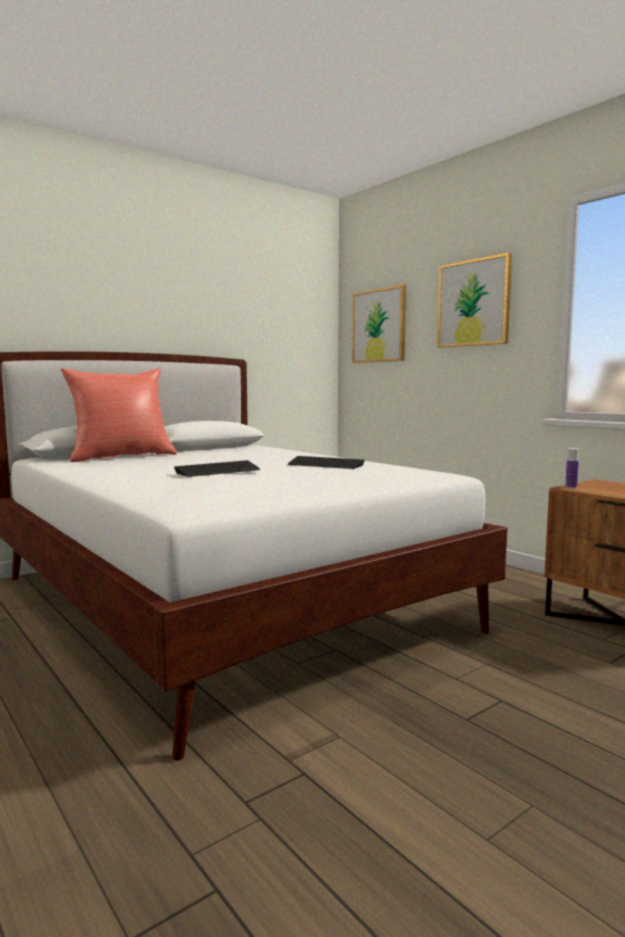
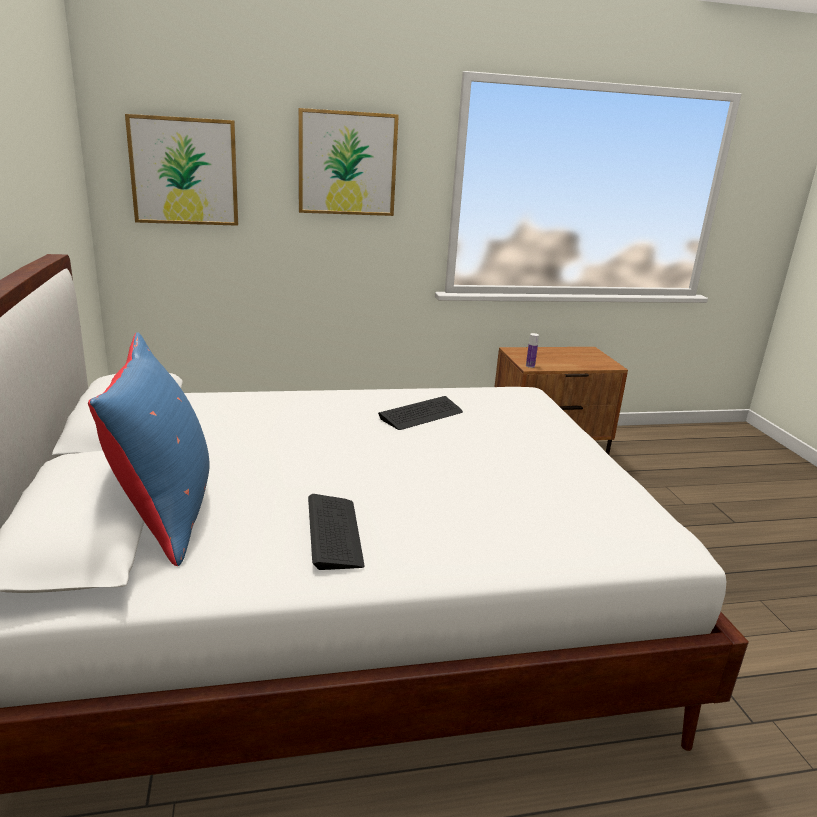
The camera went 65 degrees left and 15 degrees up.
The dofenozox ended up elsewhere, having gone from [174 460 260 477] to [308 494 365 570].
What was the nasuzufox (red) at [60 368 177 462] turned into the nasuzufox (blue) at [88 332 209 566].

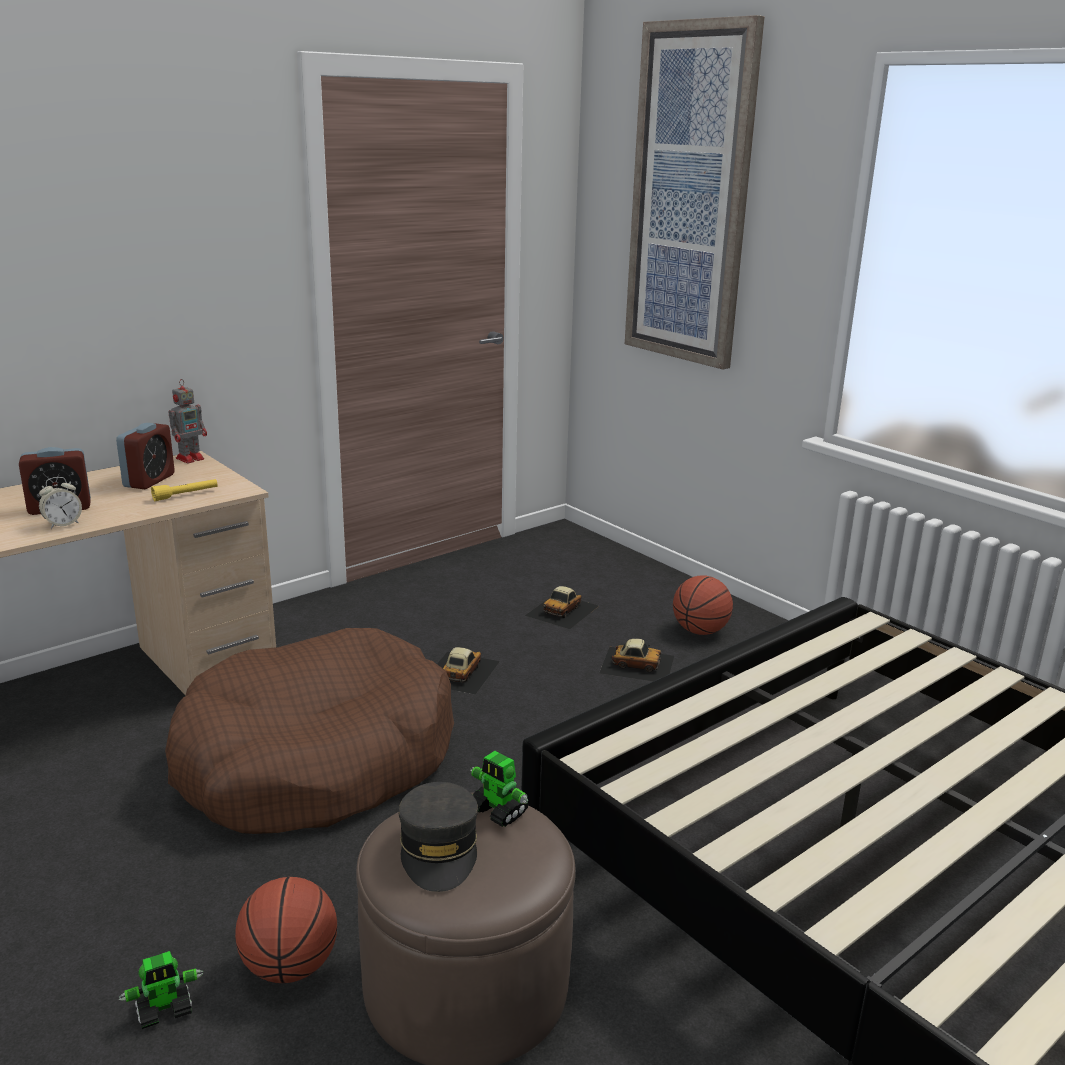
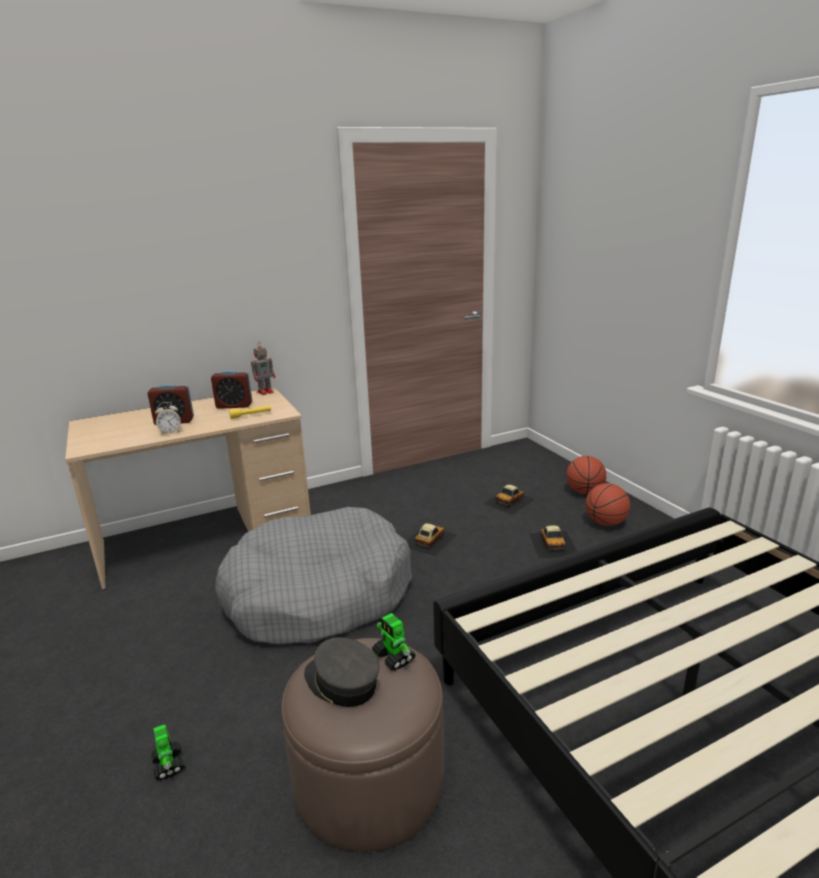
The camera went 15 degrees right and 0 degrees up.
The second view lost the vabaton at [625 15 765 369].
The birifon ended up elsewhere, having gone from [235 877 337 983] to [566 456 606 494].
What was the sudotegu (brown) at [165 628 454 834] turned into the sudotegu (grey) at [215 507 412 644].
The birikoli at [116 423 175 489] ended up facing another way, 60 degrees clockwise from before.
The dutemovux at [119 951 204 1029] ended up facing another way, 105 degrees counterclockwise from before.
The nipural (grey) at [398 782 478 892] ended up facing another way, 120 degrees clockwise from before.
The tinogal at [599 638 674 681] ended up facing another way, 60 degrees clockwise from before.

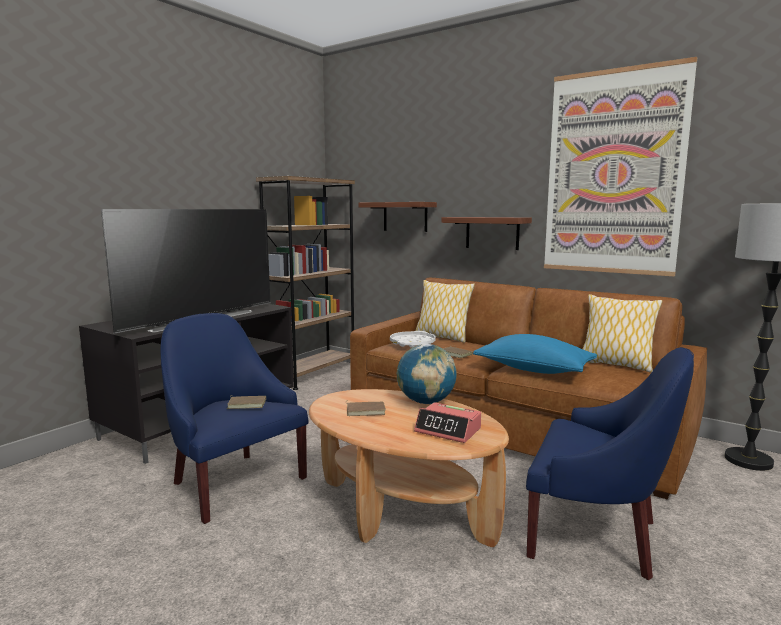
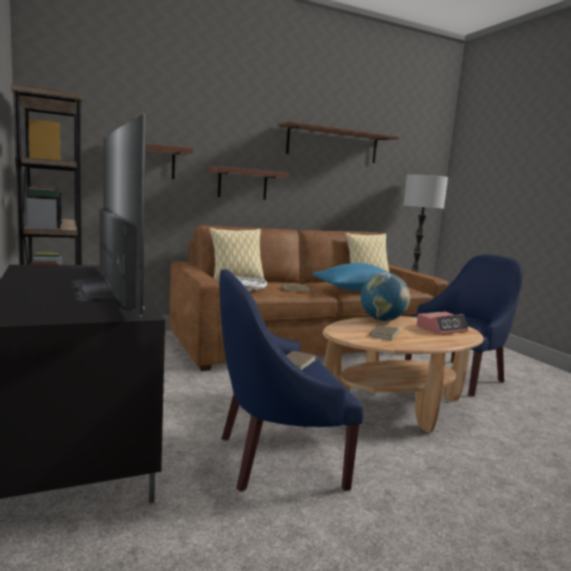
The camera went 60 degrees left and 0 degrees up.
Where the vabaton hung at [544 57 697 277], the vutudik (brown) came to hang at [278 121 400 163].

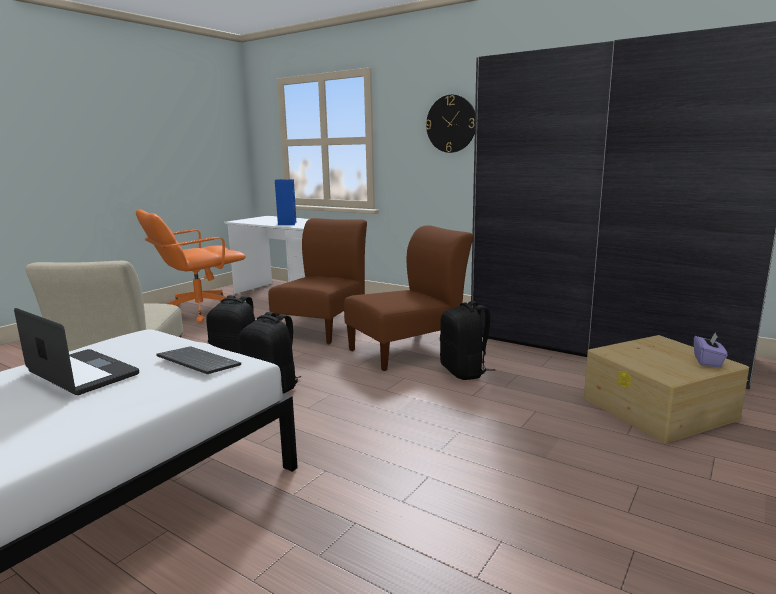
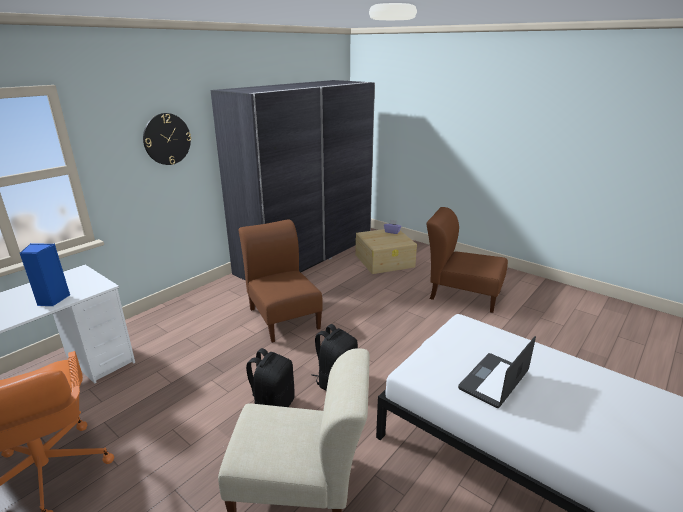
The camera went 85 degrees left and 10 degrees up.
The second view lost the dofenozox at [157 346 241 374].
The second view lost the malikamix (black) at [440 301 495 380].
The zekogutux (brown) ended up elsewhere, having gone from [268 218 367 344] to [427 207 508 313].

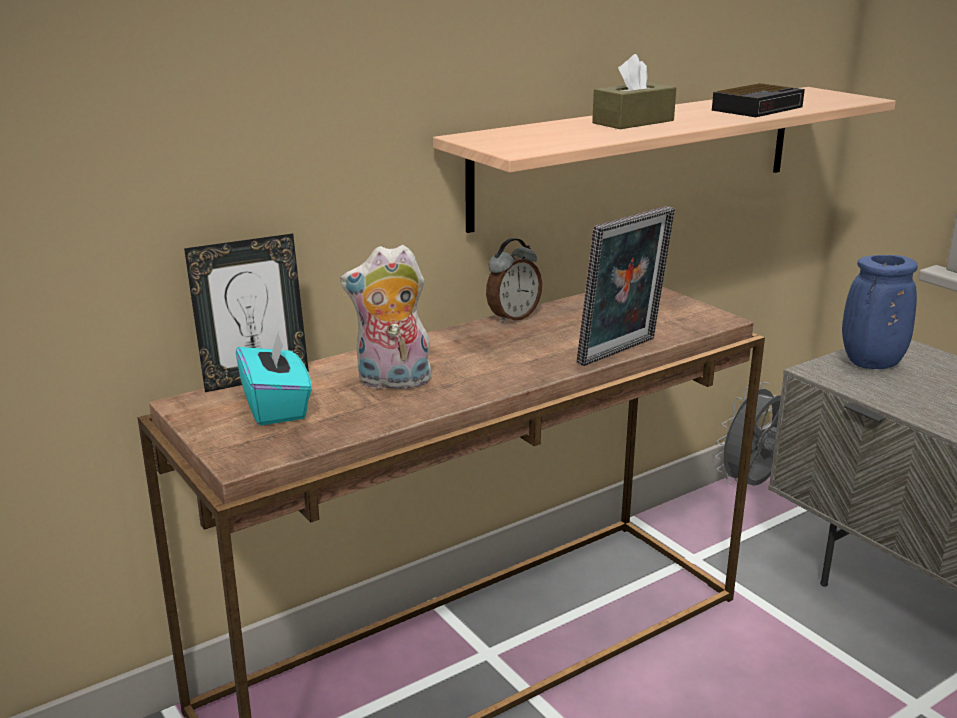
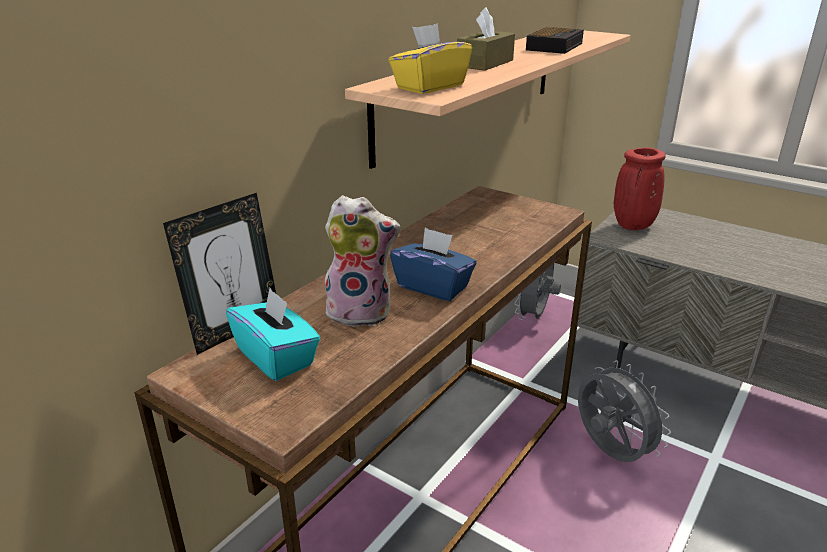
The camera went 20 degrees left and 5 degrees up.
The second view lost the birikoli at [486 238 542 324].
The second view lost the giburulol at [577 206 675 366].
The second view gained the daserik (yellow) at [388 23 472 94].
The second view gained the daserik (blue) at [390 228 476 301].
The second view gained the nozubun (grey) at [578 360 671 462].
What was the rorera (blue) at [842 255 917 369] turned into the rorera (red) at [614 148 666 230].
The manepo at [340 245 433 389] ended up facing another way, 150 degrees counterclockwise from before.

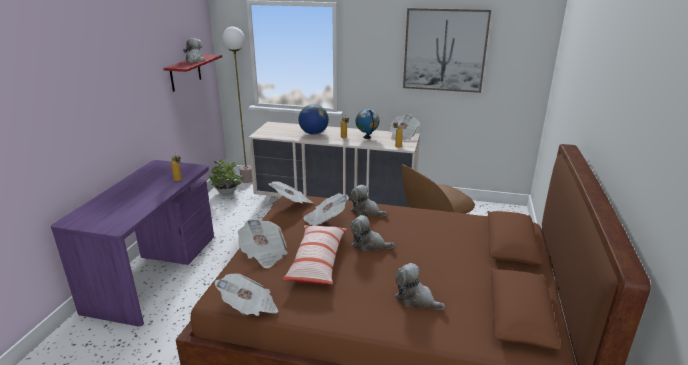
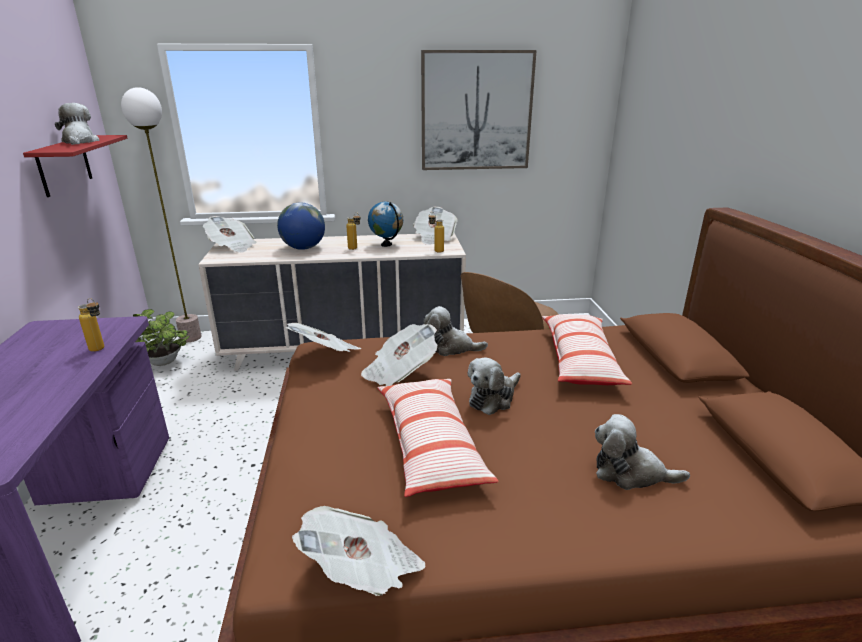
The camera went 20 degrees left and 0 degrees up.
The second view gained the nasuzufox at [542 314 632 385].
The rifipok ended up elsewhere, having gone from [238 218 288 268] to [203 216 256 253].
The manepo at [350 215 395 251] ended up facing another way, 45 degrees counterclockwise from before.

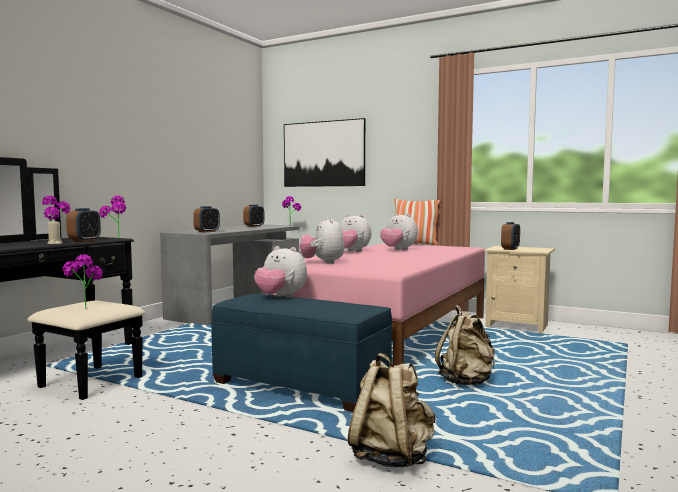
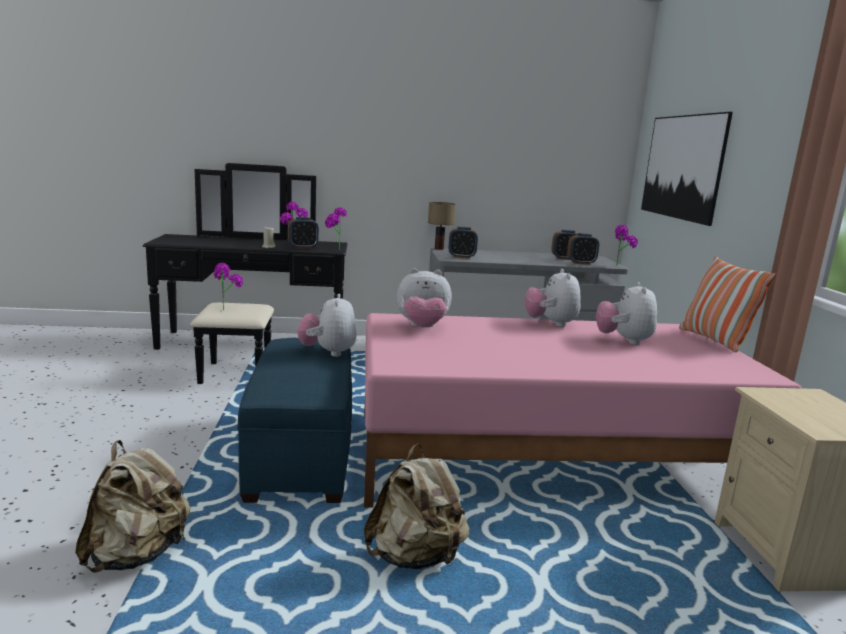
The camera went 55 degrees right and 10 degrees up.
The second view gained the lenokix at [428 202 456 250].
The birikoli ended up elsewhere, having gone from [501 222 520 250] to [567 233 599 265].
The manepo at [300 218 344 264] ended up facing another way, 135 degrees counterclockwise from before.

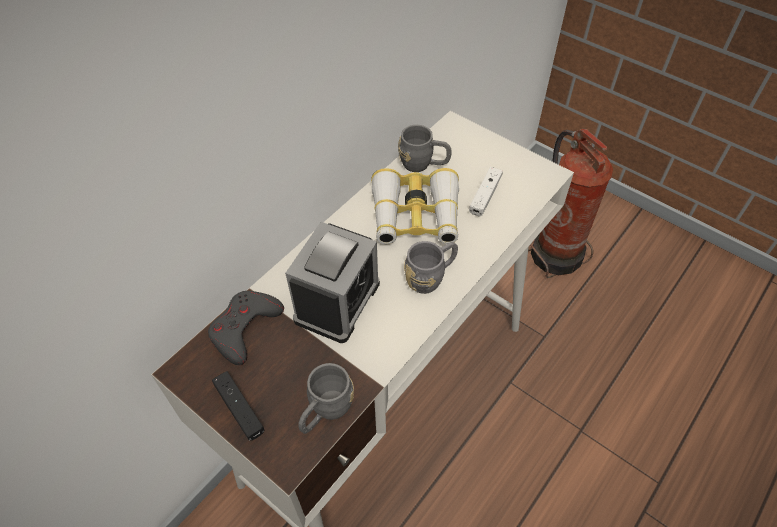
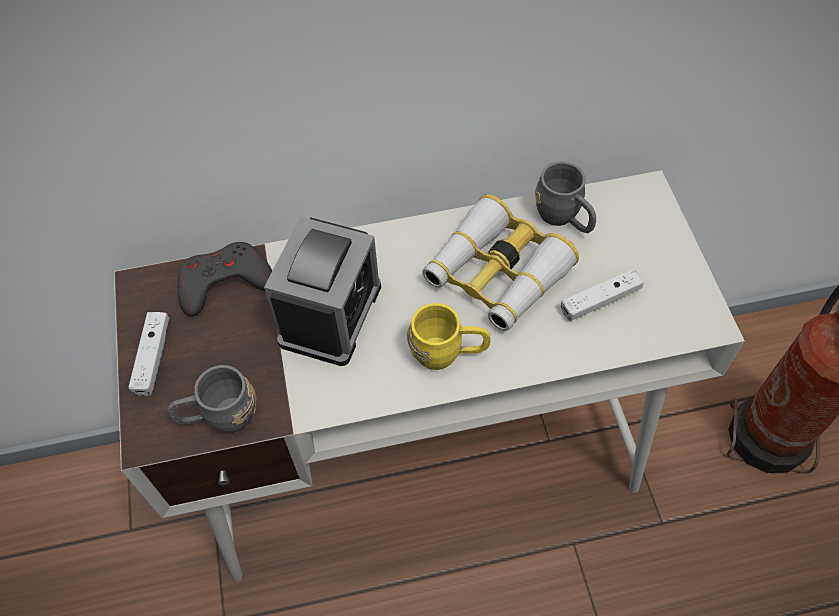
The camera went 40 degrees right and 5 degrees up.
What was the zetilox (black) at [212 371 265 441] turned into the zetilox (white) at [128 312 169 396].
What was the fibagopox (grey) at [404 241 458 294] turned into the fibagopox (yellow) at [407 303 491 370].
The birikoli at [285 222 380 343] ended up facing another way, 45 degrees counterclockwise from before.

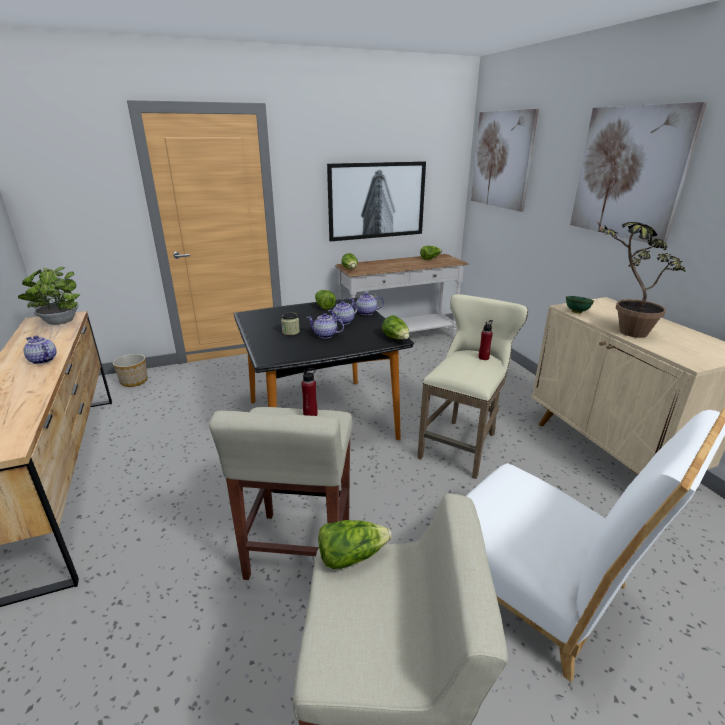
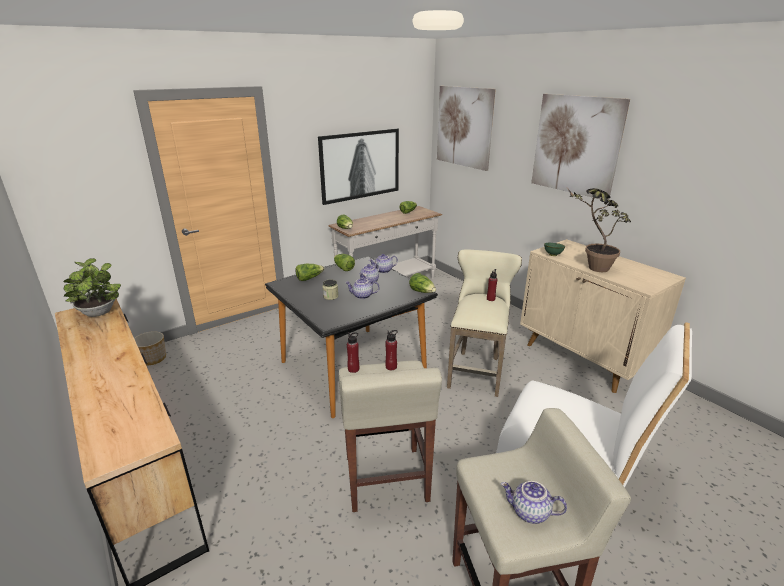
The camera went 15 degrees left and 0 degrees up.
The second view gained the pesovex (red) at [347 332 359 373].
The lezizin ended up elsewhere, having gone from [23 336 57 364] to [501 481 567 524].
The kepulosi ended up elsewhere, having gone from [318 520 392 569] to [296 264 324 281].

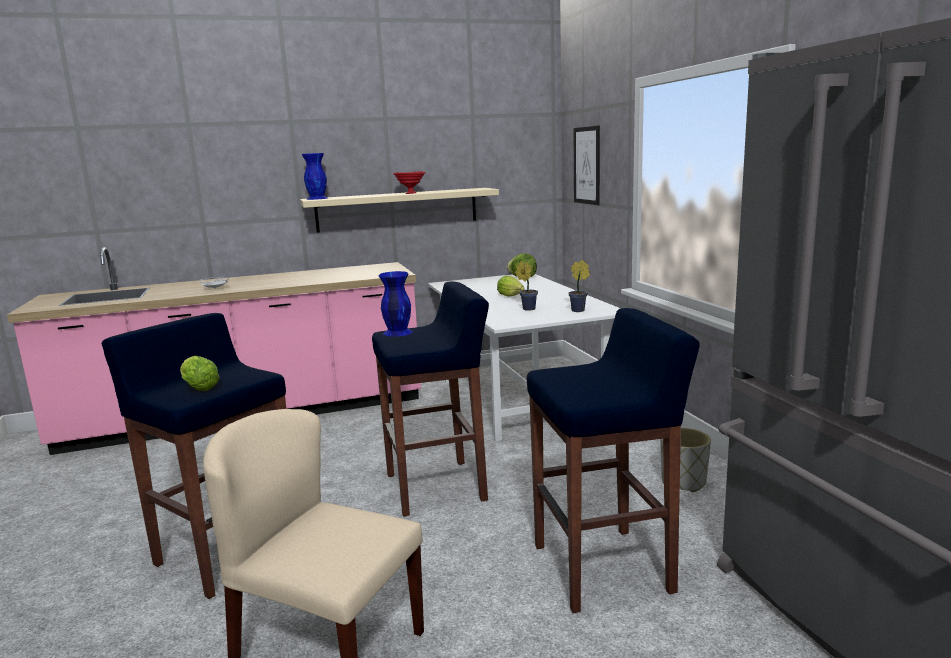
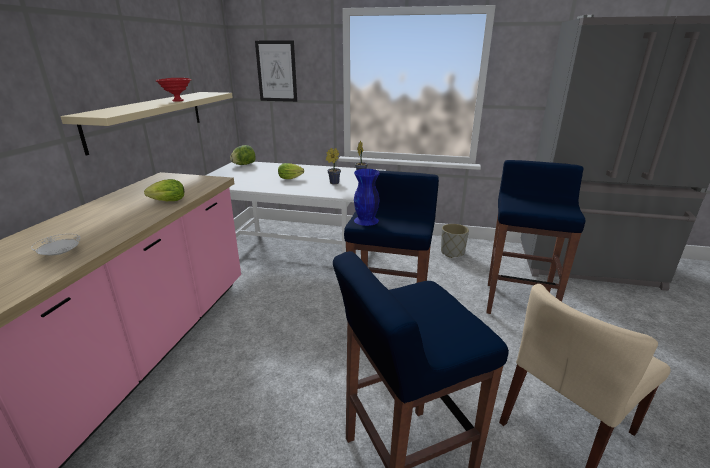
The camera went 60 degrees left and 10 degrees up.
The second view lost the rorera (blue) at [302 153 328 200].
The kepulosi ended up elsewhere, having gone from [180 356 220 391] to [144 179 184 201].

